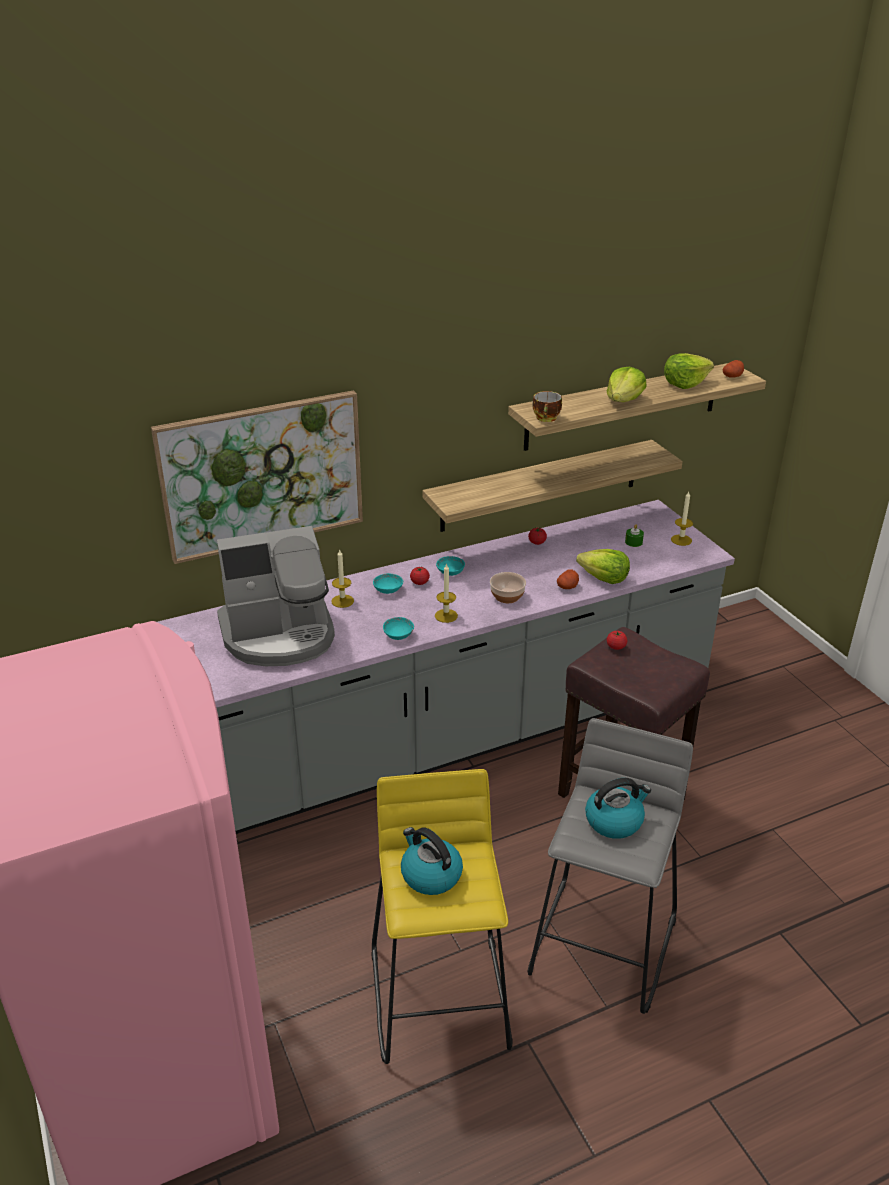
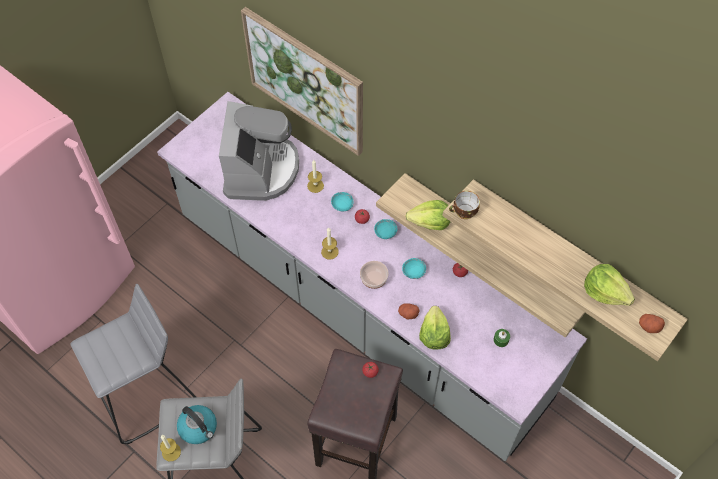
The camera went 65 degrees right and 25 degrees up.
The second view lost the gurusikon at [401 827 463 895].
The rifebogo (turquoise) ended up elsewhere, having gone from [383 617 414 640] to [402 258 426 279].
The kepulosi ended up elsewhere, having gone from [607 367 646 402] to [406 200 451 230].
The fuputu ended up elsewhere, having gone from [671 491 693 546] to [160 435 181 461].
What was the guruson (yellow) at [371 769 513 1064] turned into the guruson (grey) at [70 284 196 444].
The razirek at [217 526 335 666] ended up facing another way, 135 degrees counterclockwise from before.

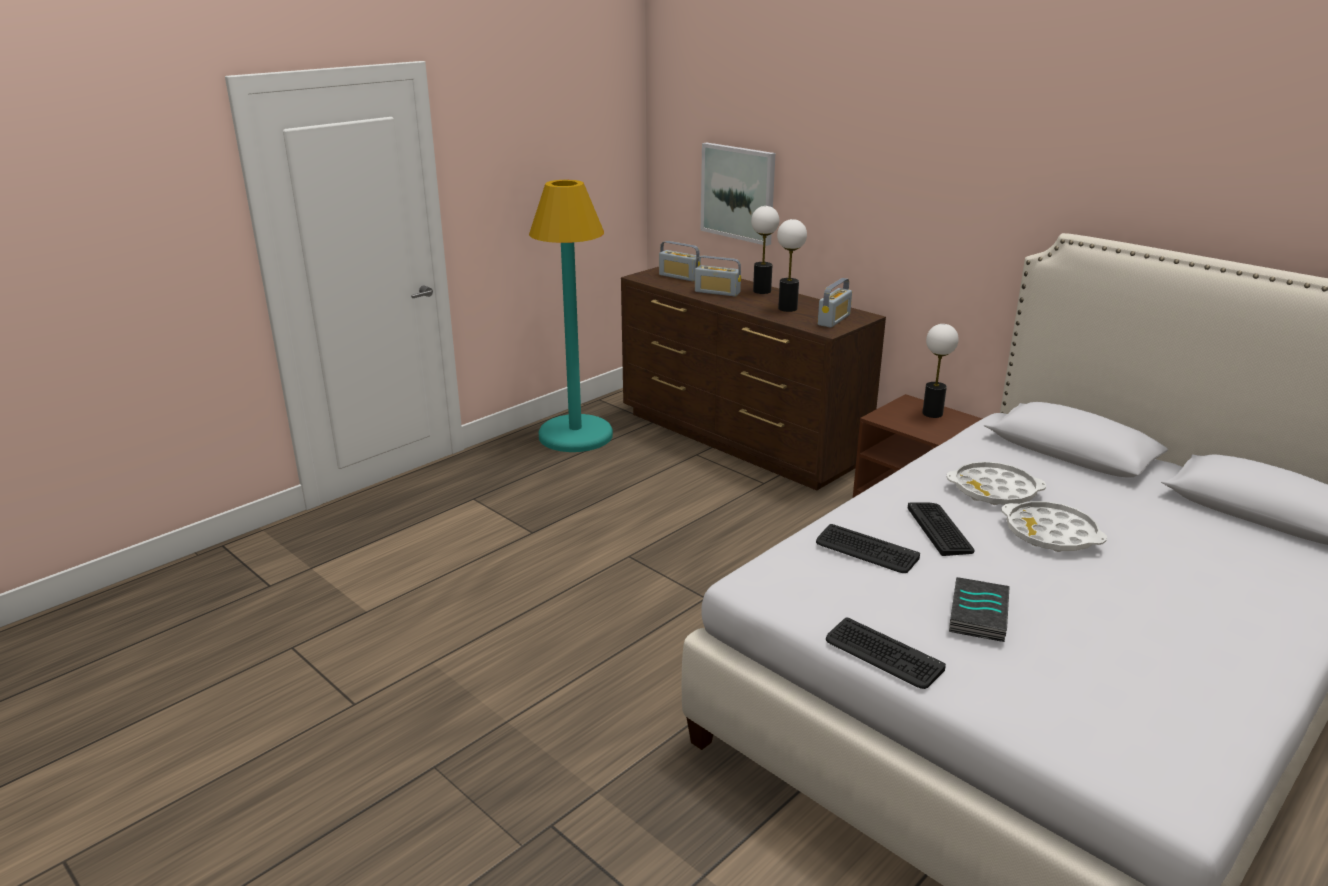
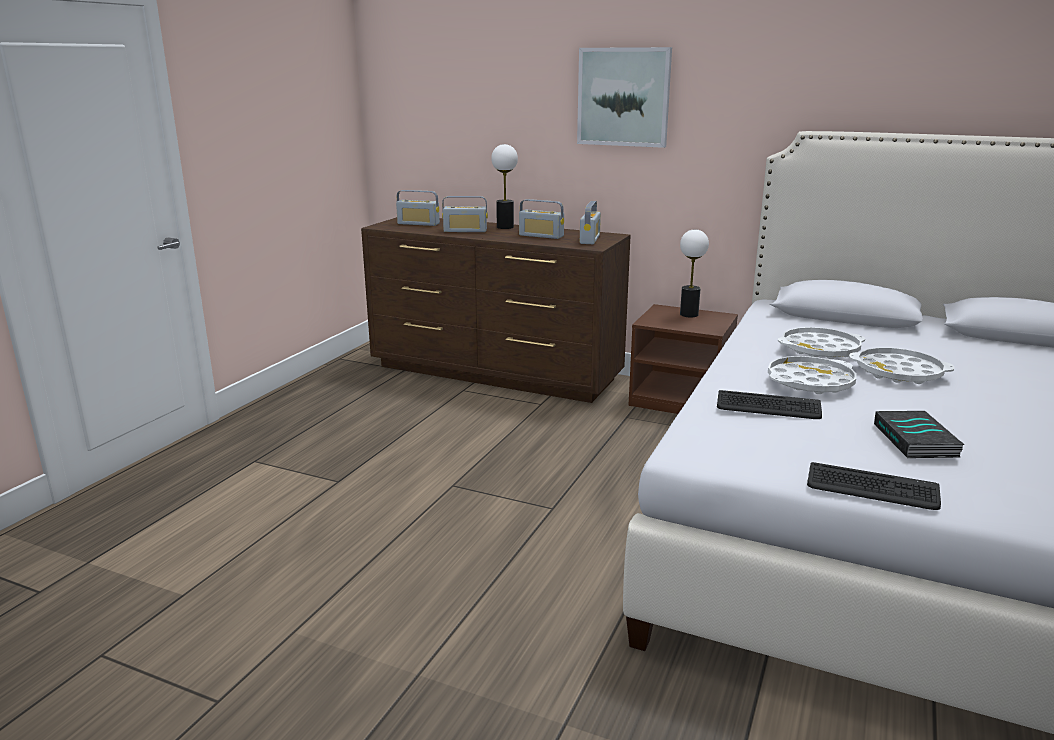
The camera went 20 degrees left and 5 degrees down.
The second view lost the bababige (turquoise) at [529 180 613 452].
The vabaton ended up elsewhere, having gone from [701 142 775 246] to [577 47 672 148].
Where the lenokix stood at [777 219 807 312], the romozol came to stand at [519 199 564 239].
Where the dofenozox stood at [908 503 974 556], the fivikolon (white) came to stand at [768 356 857 394].

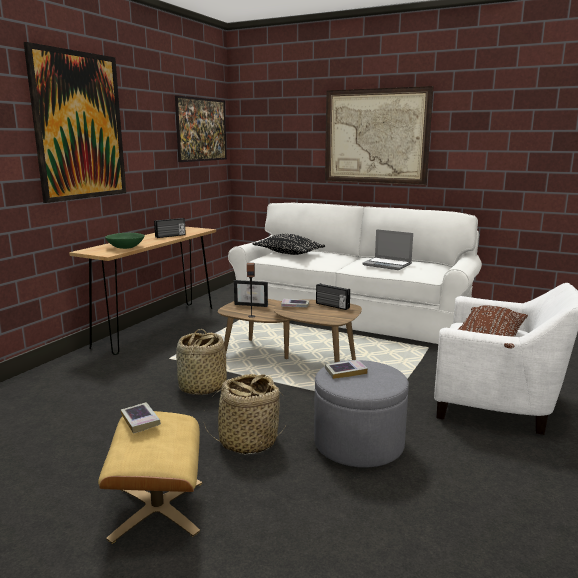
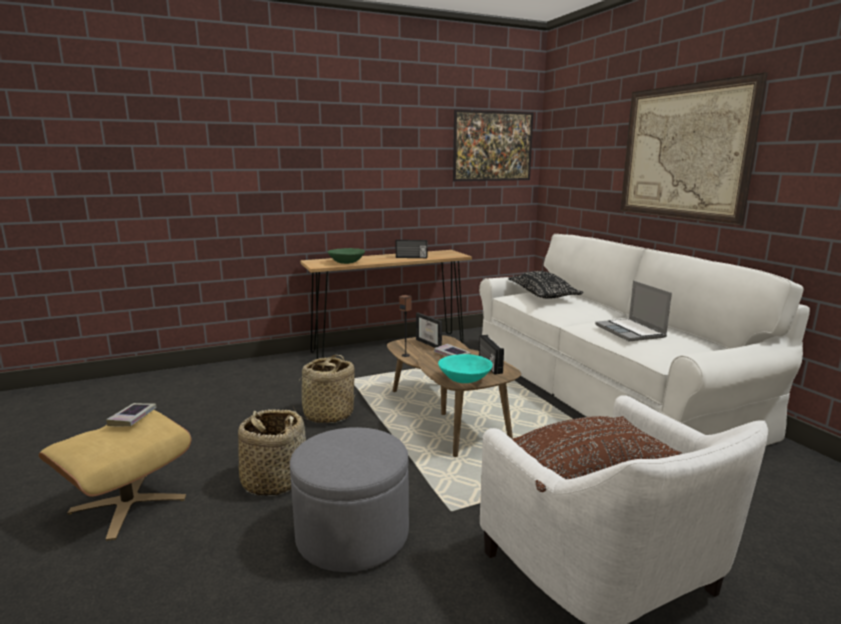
The camera went 40 degrees right and 0 degrees up.
The second view lost the vabaton at [24 42 126 203].
The second view lost the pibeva at [325 360 368 379].
The second view gained the rifebogo (turquoise) at [438 354 493 383].

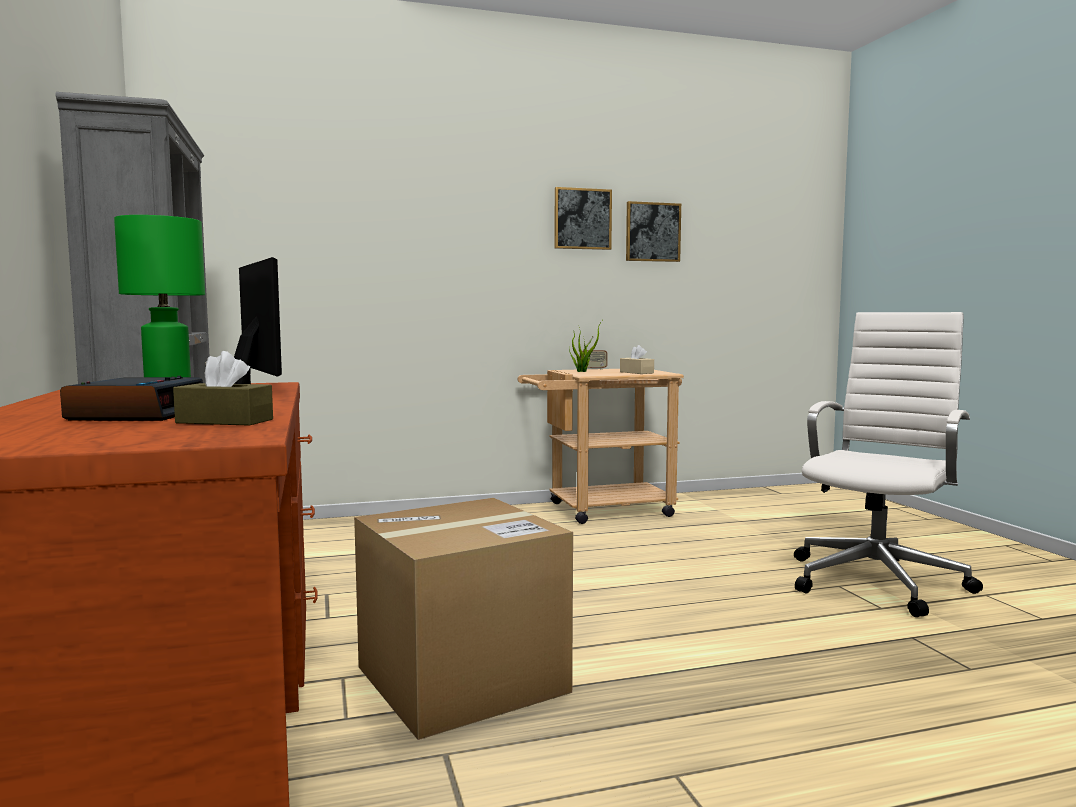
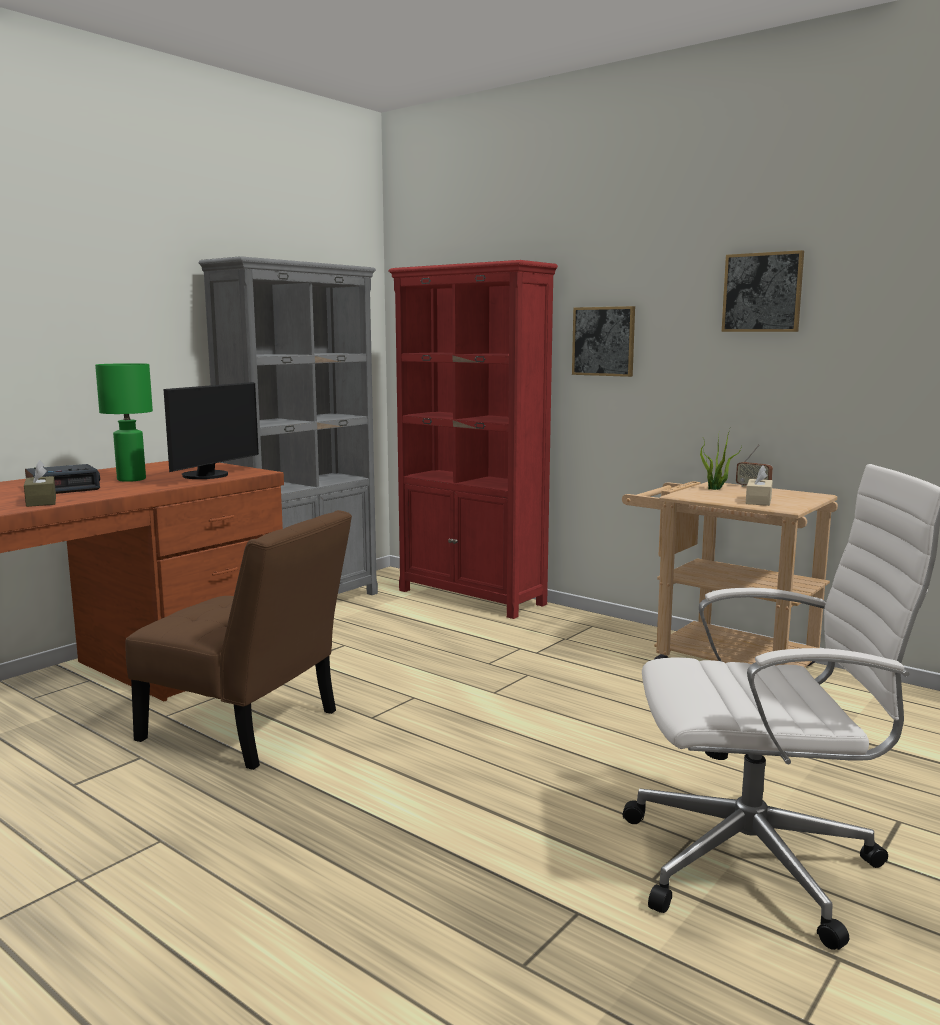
The camera went 55 degrees right and 5 degrees up.
The second view gained the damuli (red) at [388 260 558 619].
The vabaton ended up elsewhere, having gone from [626 201 681 262] to [572 306 635 377].
Where the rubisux stood at [354 498 573 740], the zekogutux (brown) came to stand at [125 510 352 770].

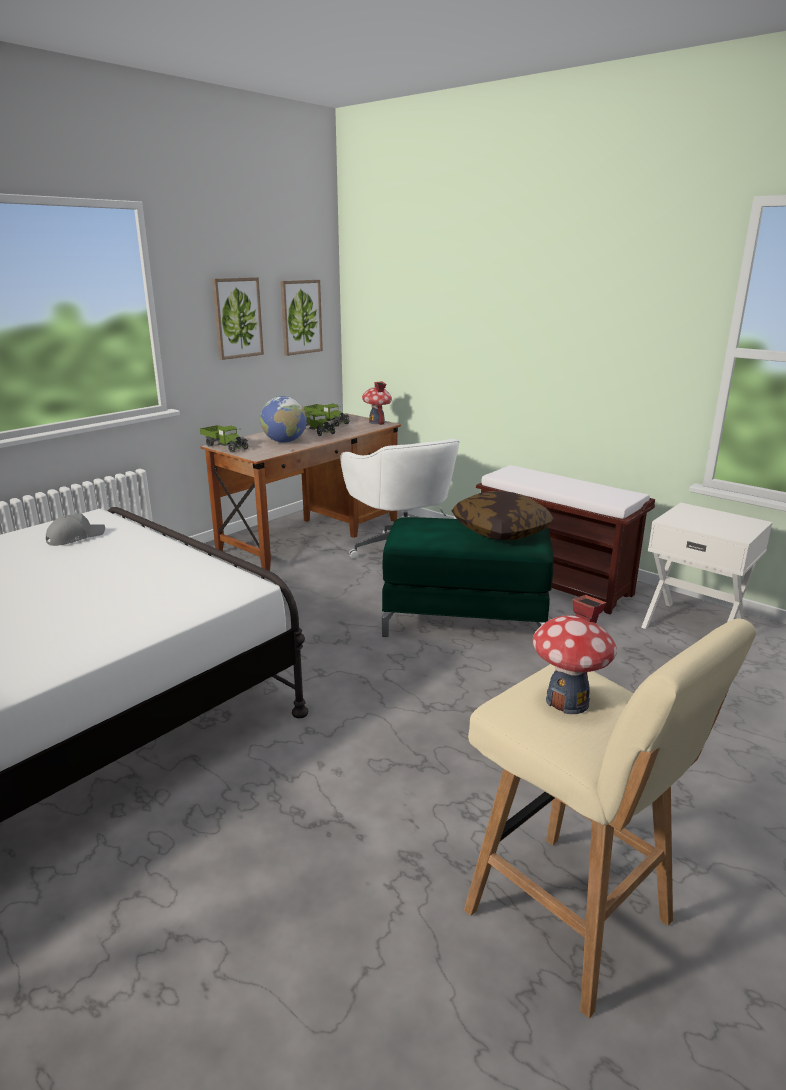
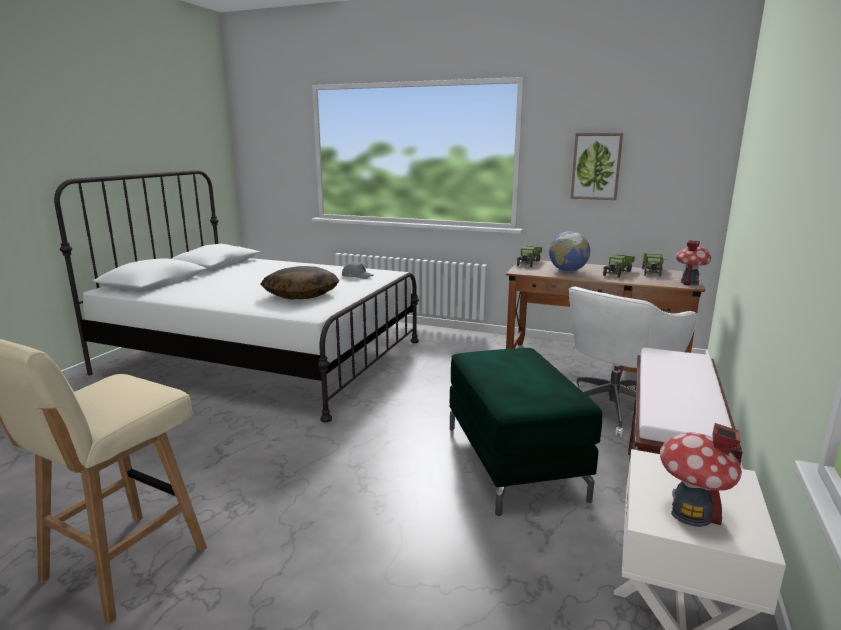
The camera went 70 degrees right and 5 degrees down.
The second view lost the vabaton at [280 280 323 356].
The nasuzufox ended up elsewhere, having gone from [451 491 554 540] to [260 266 339 299].
The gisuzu ended up elsewhere, having gone from [533 595 617 714] to [660 423 742 527].

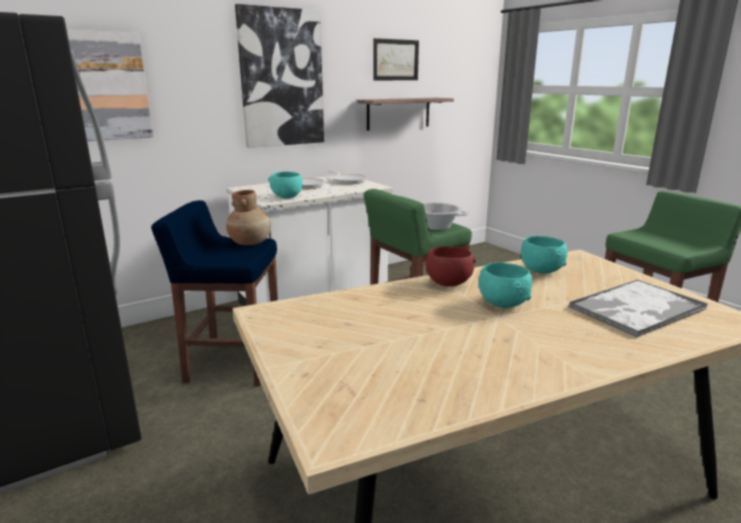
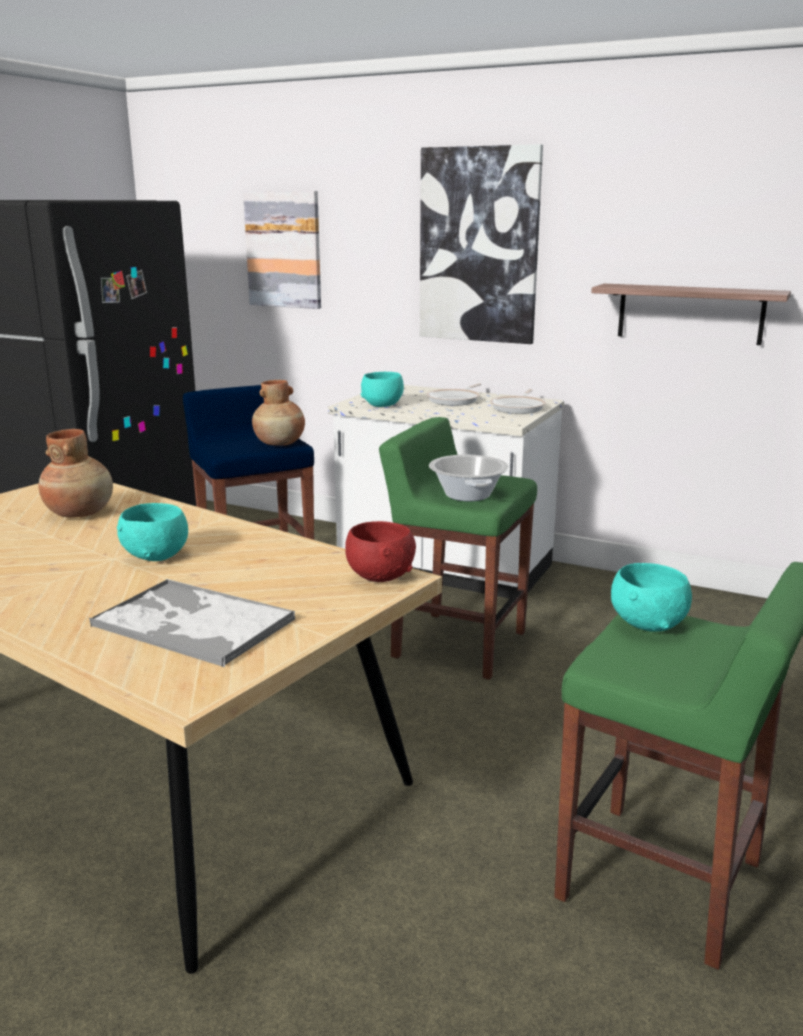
The camera went 60 degrees right and 0 degrees up.
The second view lost the vabaton at [374 38 419 80].
The second view gained the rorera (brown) at [38 429 113 517].
The rifebogo (red) ended up elsewhere, having gone from [426 246 476 287] to [345 521 416 582].
The rifebogo (turquoise) ended up elsewhere, having gone from [521 236 568 274] to [611 563 692 632].

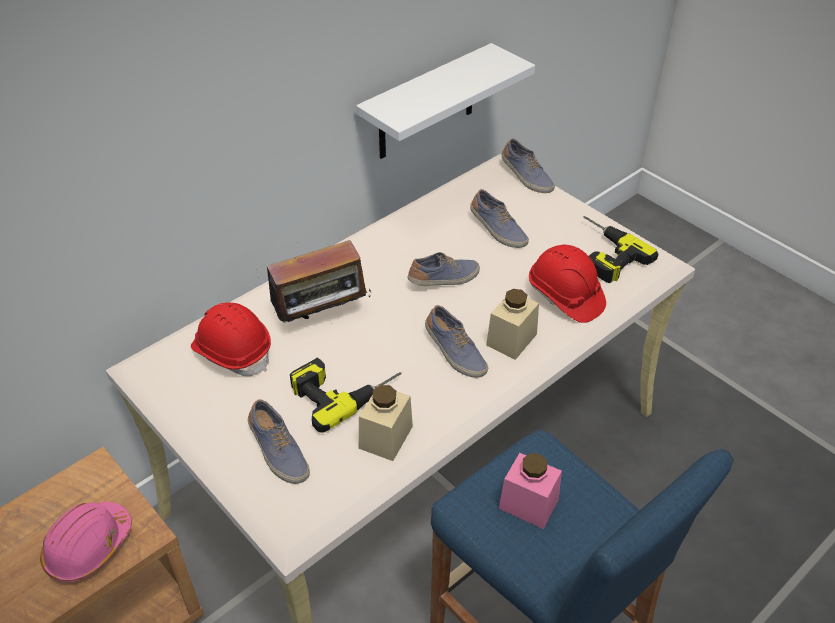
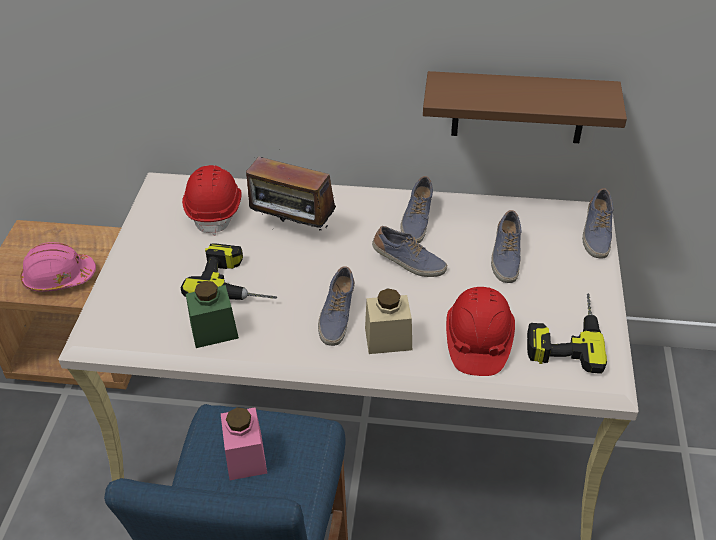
The camera went 50 degrees right and 0 degrees up.
The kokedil ended up elsewhere, having gone from [248 399 310 484] to [400 176 433 243].
What was the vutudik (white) at [356 43 535 159] turned into the vutudik (brown) at [423 71 627 143].
What was the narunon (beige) at [359 385 413 461] turned into the narunon (green) at [186 281 239 348].

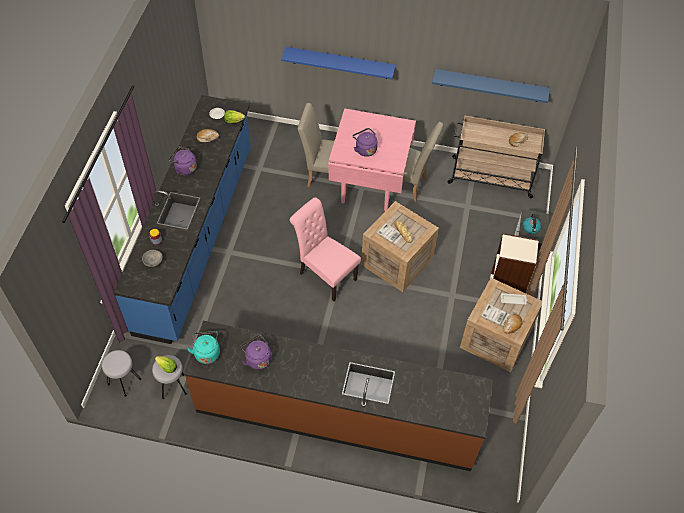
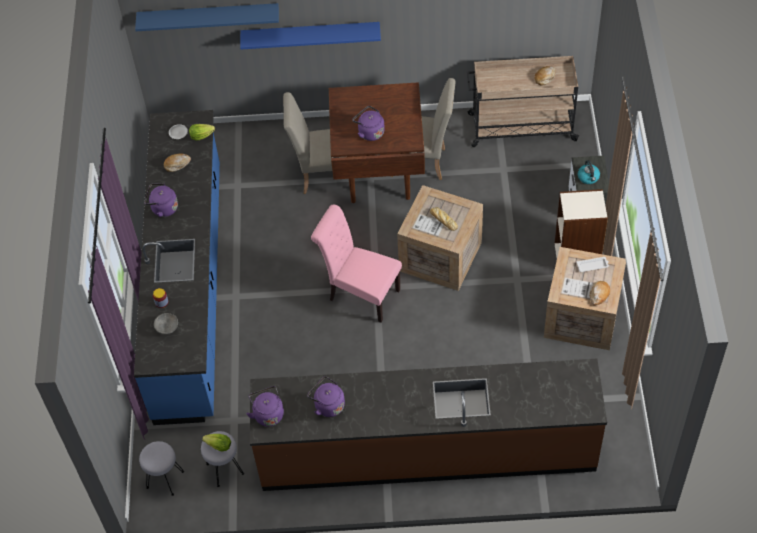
The camera went 10 degrees left and 0 degrees up.
The vutudik (blue) ended up elsewhere, having gone from [432 69 550 103] to [135 3 279 31].
What was the gurusikon (turquoise) at [187 331 220 364] turned into the gurusikon (purple) at [246 386 284 427].
What was the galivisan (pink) at [328 109 416 211] turned into the galivisan (brown) at [329 82 425 203].

